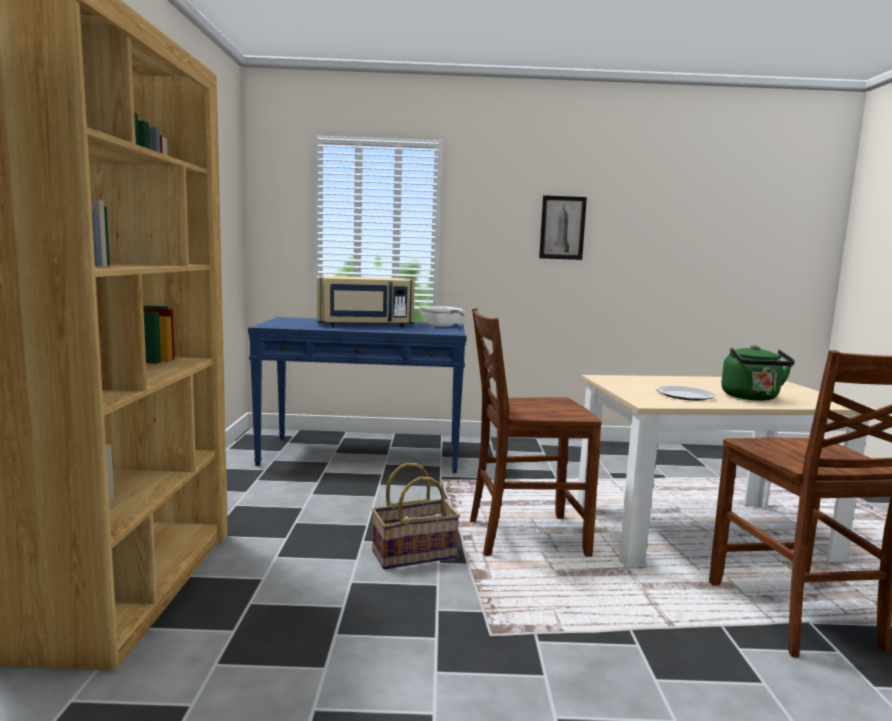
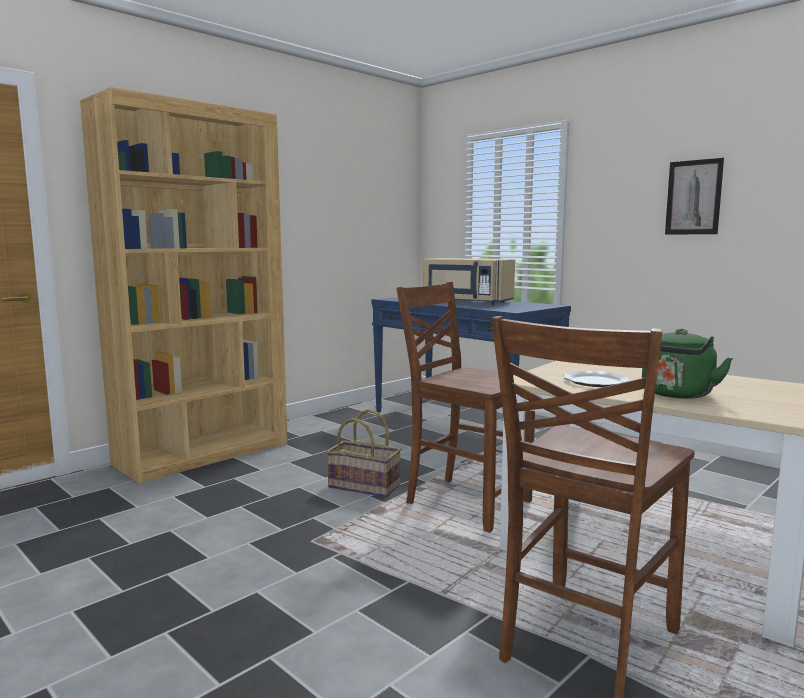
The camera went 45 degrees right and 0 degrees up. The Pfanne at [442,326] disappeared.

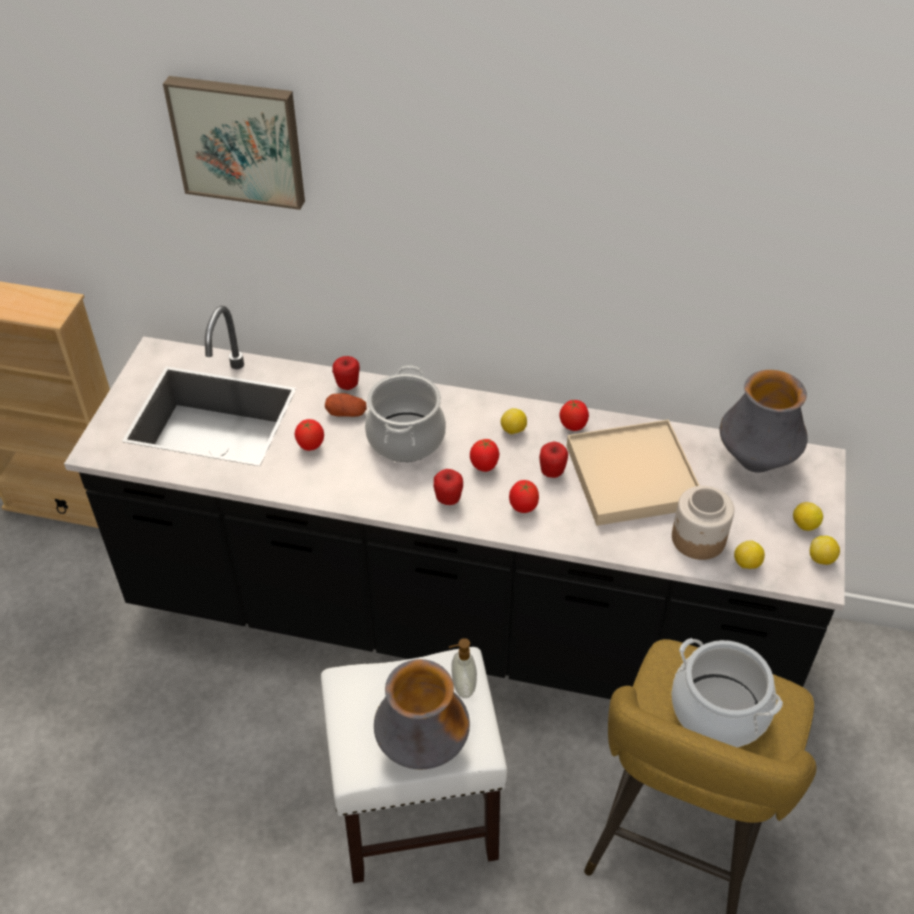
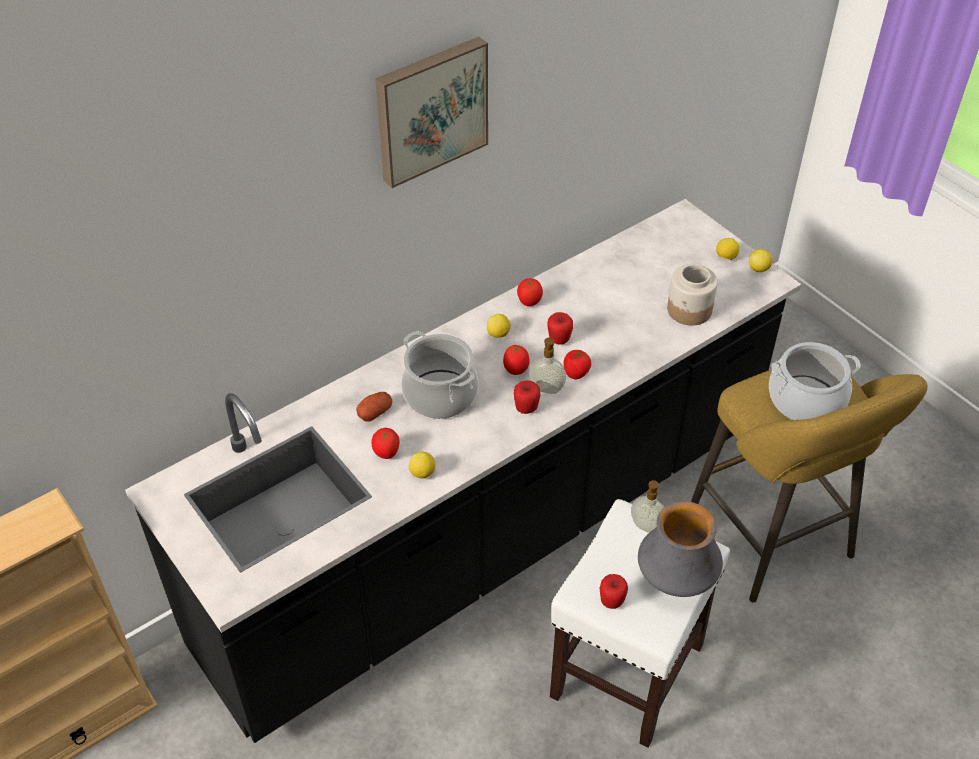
The camera went 50 degrees left and 0 degrees up. The Bild moved from [239,140] to [430,109]. The Apfel moved from [347,385] to [611,601]. The Vase at [755,461] disappeared. The Tablett/beige at [632,477] disappeared. The Zitrone moved from [746,564] to [423,473]. The Seifenspender at [546,389] appeared.

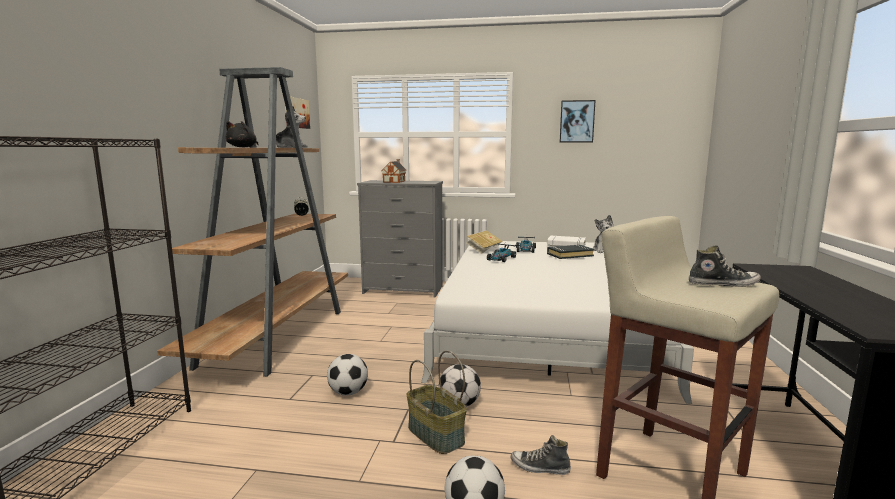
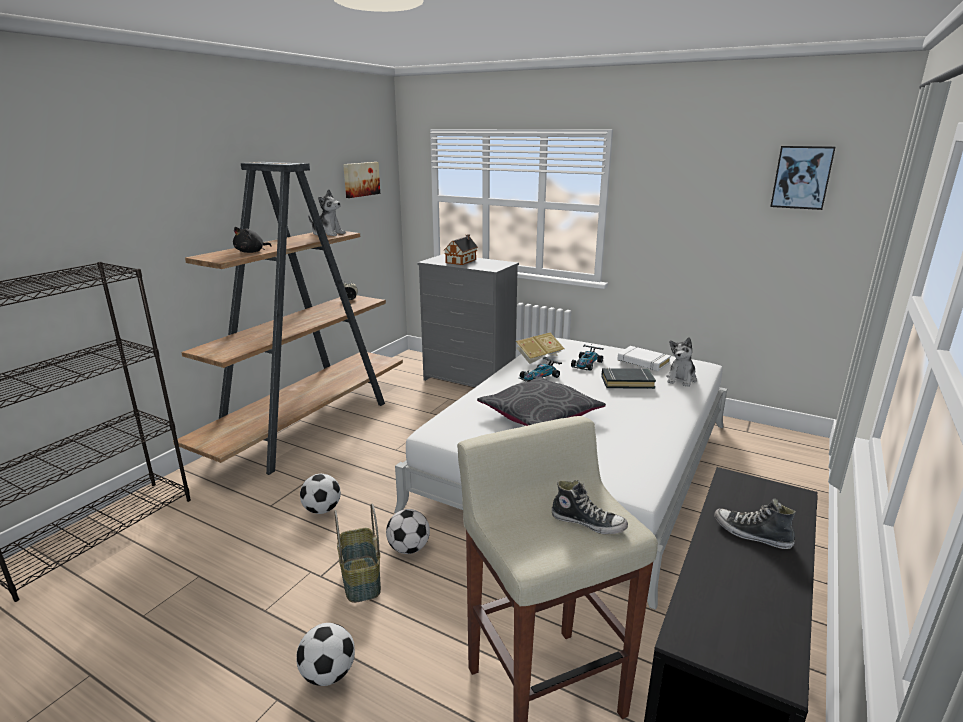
The camera went 20 degrees right and 10 degrees up. The Bild moved from [577,121] to [801,177]. The Schuh moved from [539,467] to [751,534]. The Kissen/grau at [540,415] appeared.

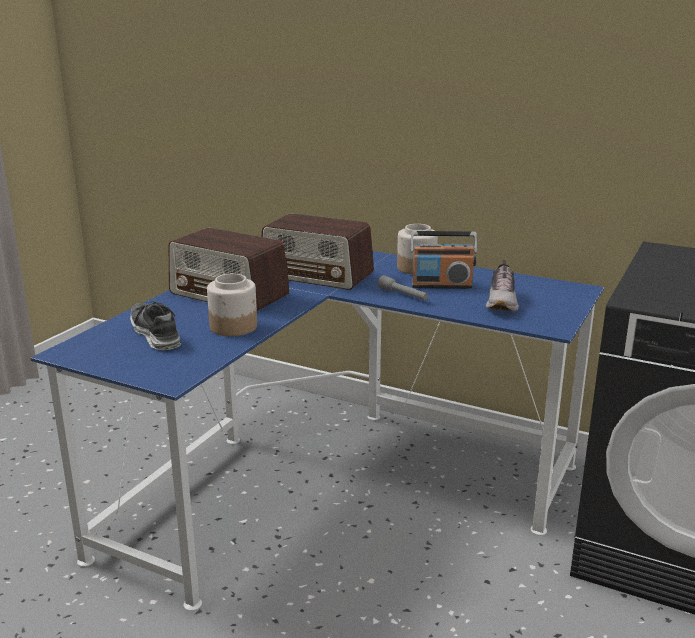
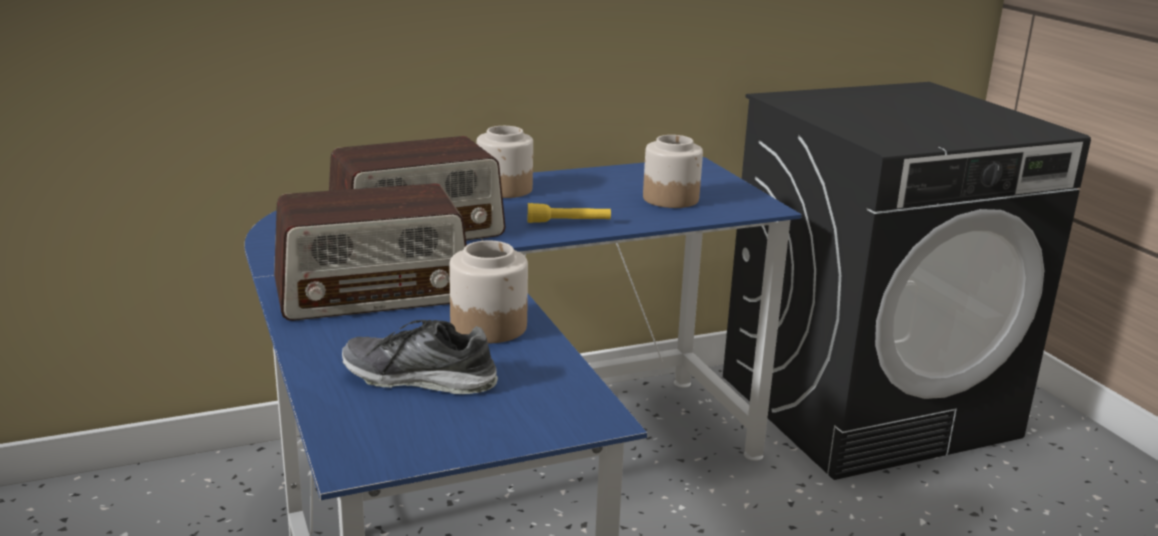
The camera went 50 degrees left and 0 degrees up. The Radio at [441,285] disappeared. The Schuh at [502,302] was replaced by the Vorratsglas at [670,198]. The Taschenlampe/grau at [403,295] became the Taschenlampe/gelb at [568,222].

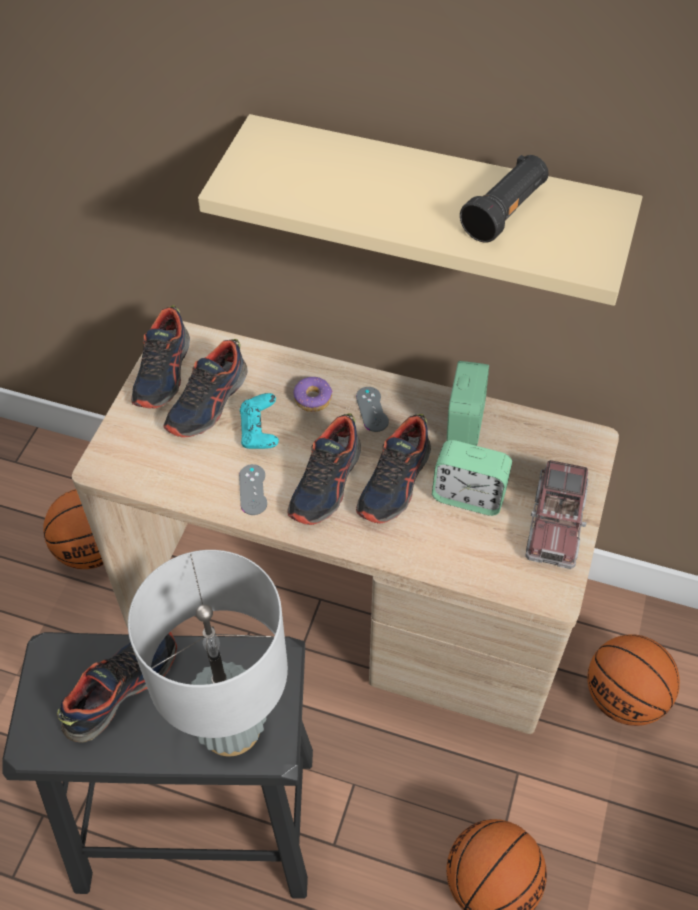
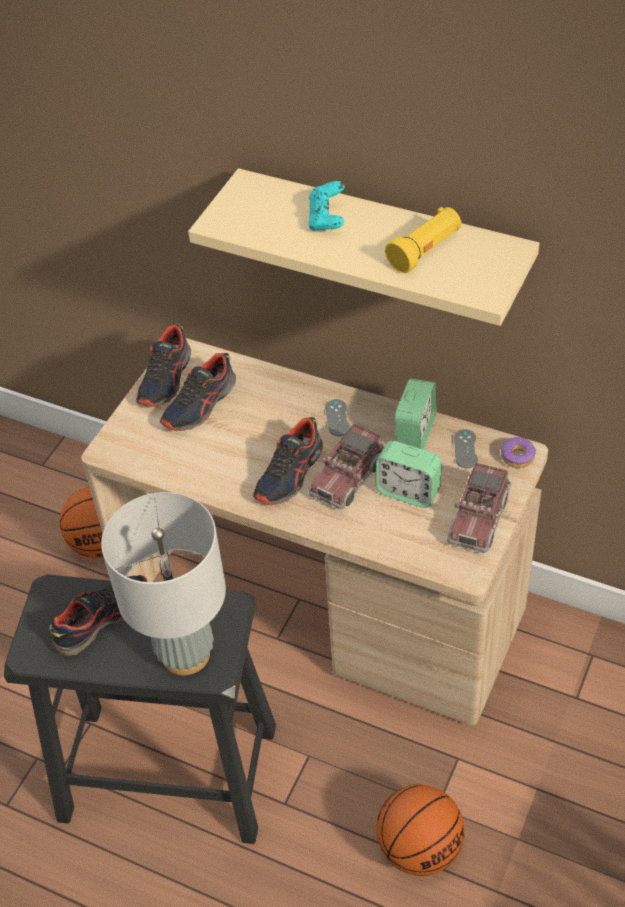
The camera went 10 degrees right and 5 degrees down. The Taschenlampe/schwarz at [504,212] became the Taschenlampe/gelb at [425,251]. The Donut moved from [313,399] to [518,457]. The Gamepad/türkis moved from [260,432] to [327,219]. The Schuh at [395,482] was replaced by the Spielzeuglaster at [348,477]. The Gamepad/grau moved from [253,490] to [465,449]. The Basketball at [624,697] disappeared.

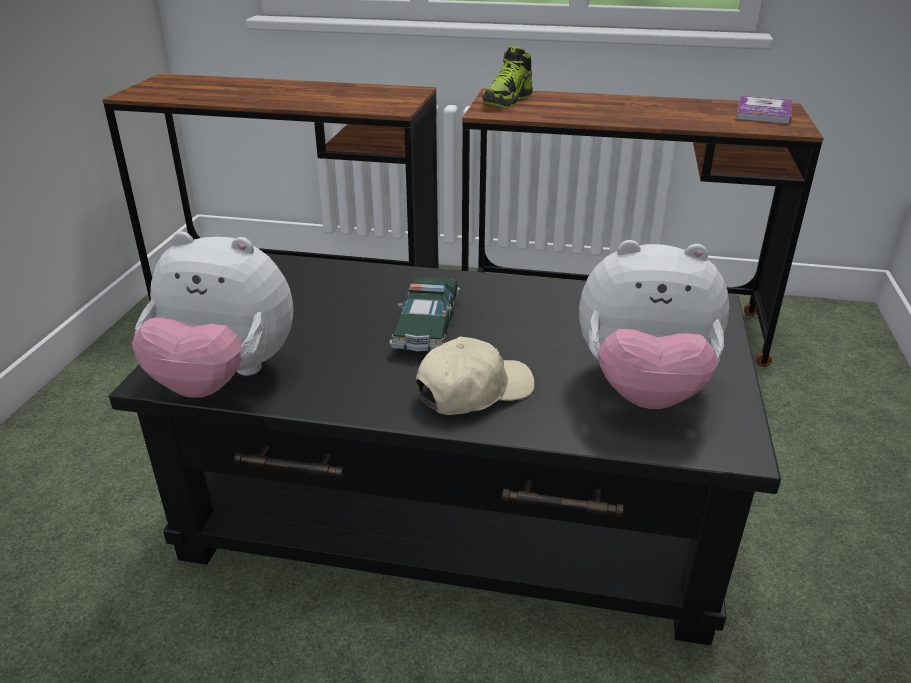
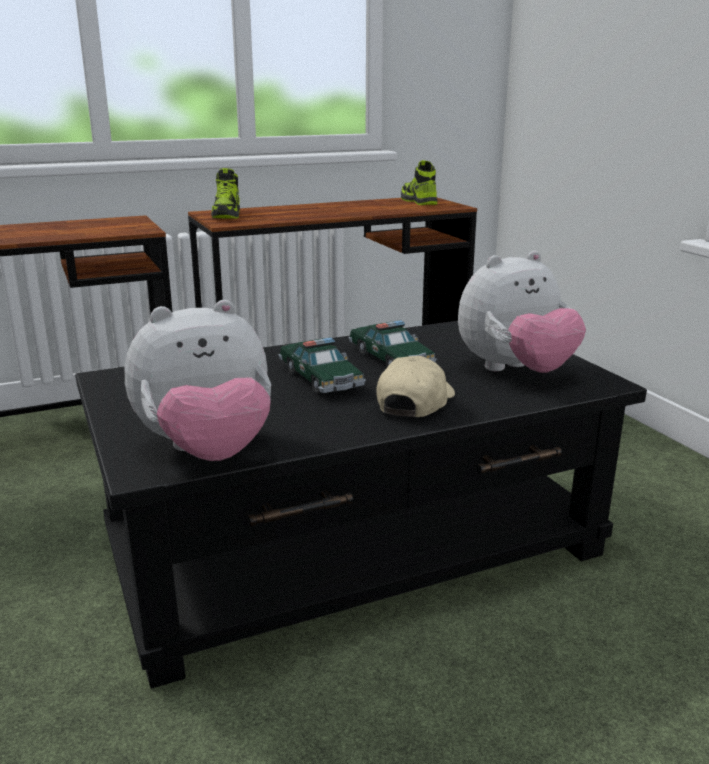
The camera went 35 degrees left and 10 degrees down. The Buch at [763,112] was replaced by the Schuh at [418,201]. The Spielzeugauto at [390,359] appeared.

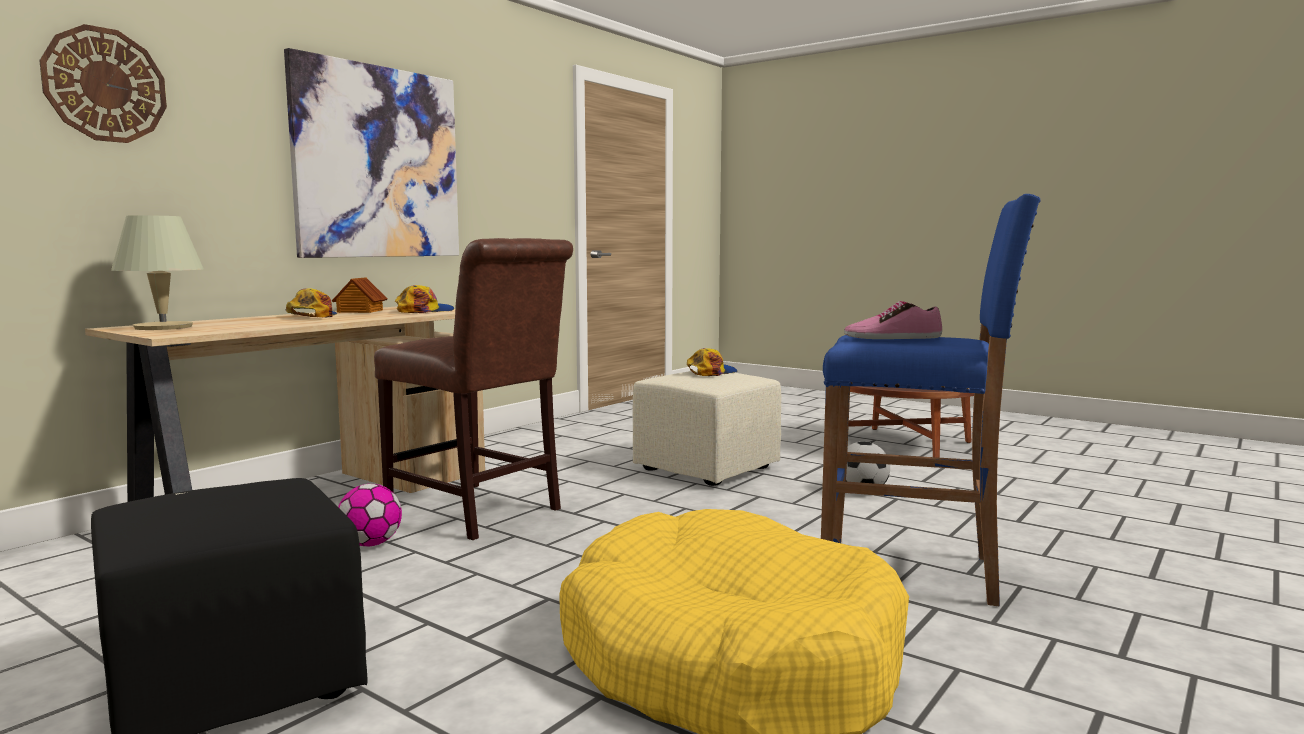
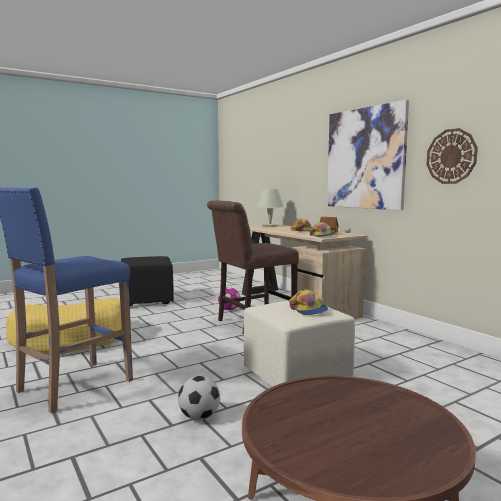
The camera went 110 degrees right and 0 degrees up. The Wanduhr moved from [105,85] to [451,156]. The Schuh at [892,337] disappeared.

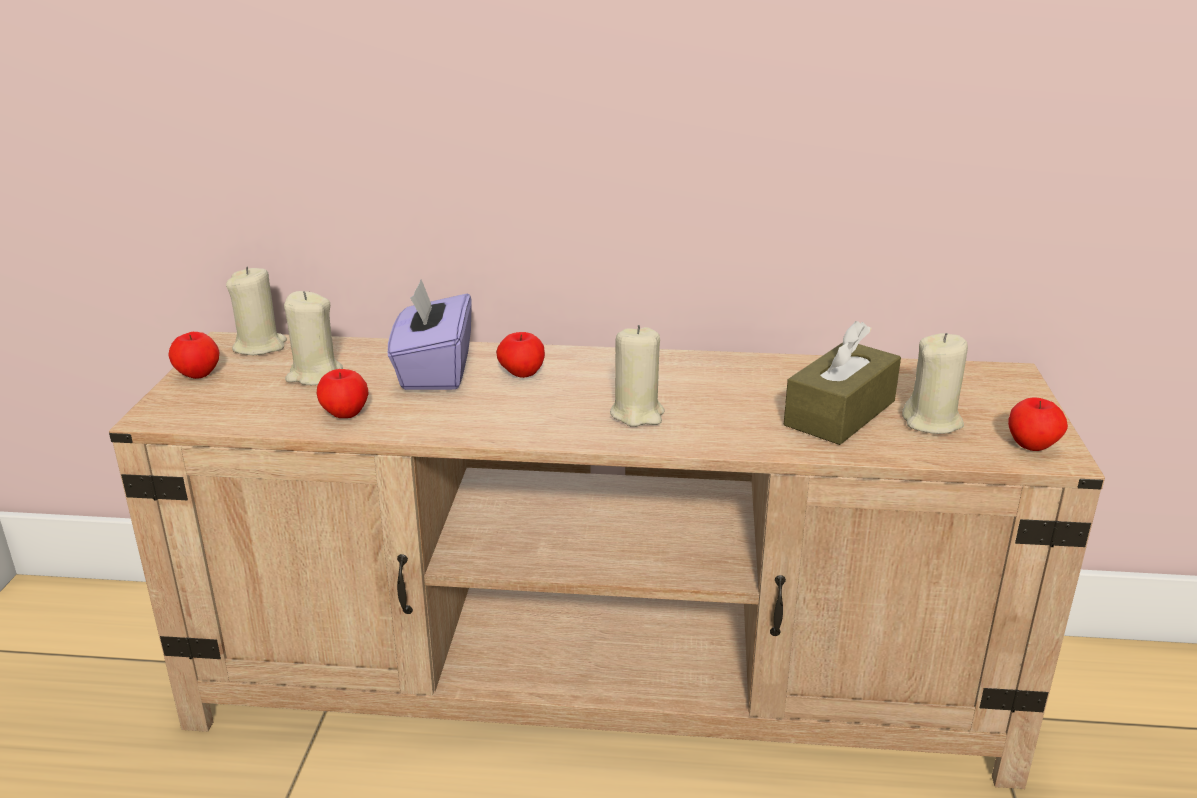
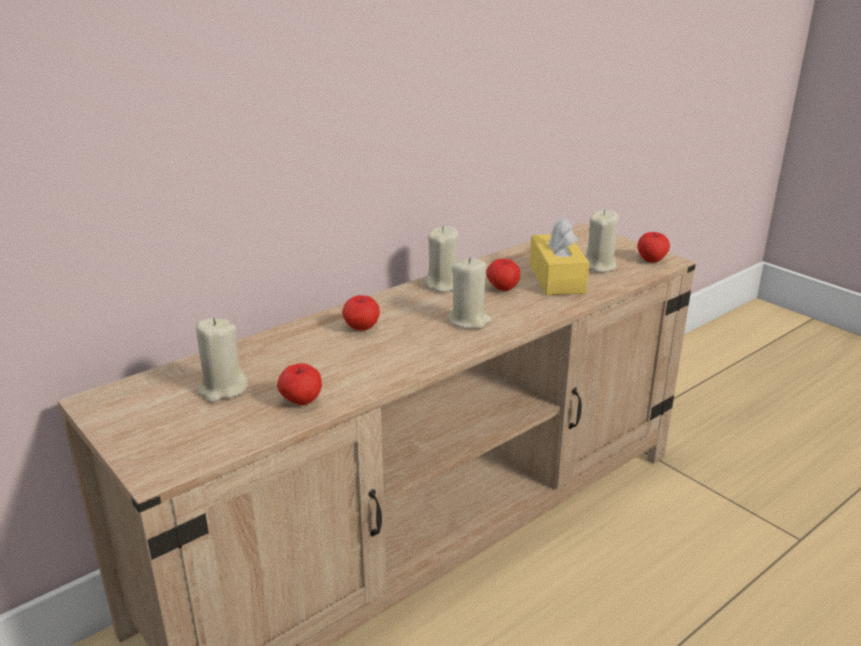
The camera went 45 degrees left and 0 degrees up. The Kerze/beige moved from [260,346] to [442,285]. The Taschentuchbox/lila at [434,371] disappeared. The Taschentuchbox/braun at [840,413] became the Taschentuchbox/gelb at [556,278]. The Apfel moved from [198,374] to [502,288].

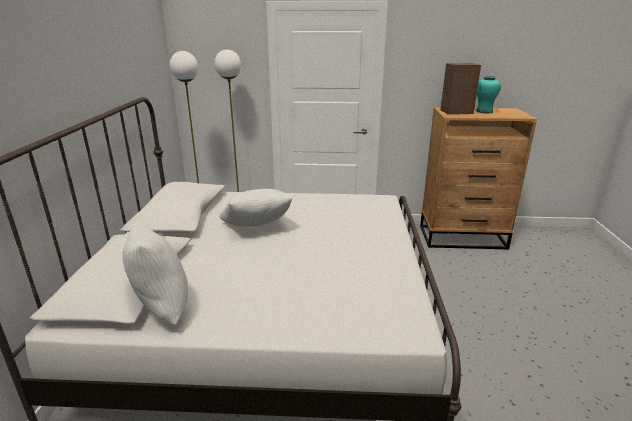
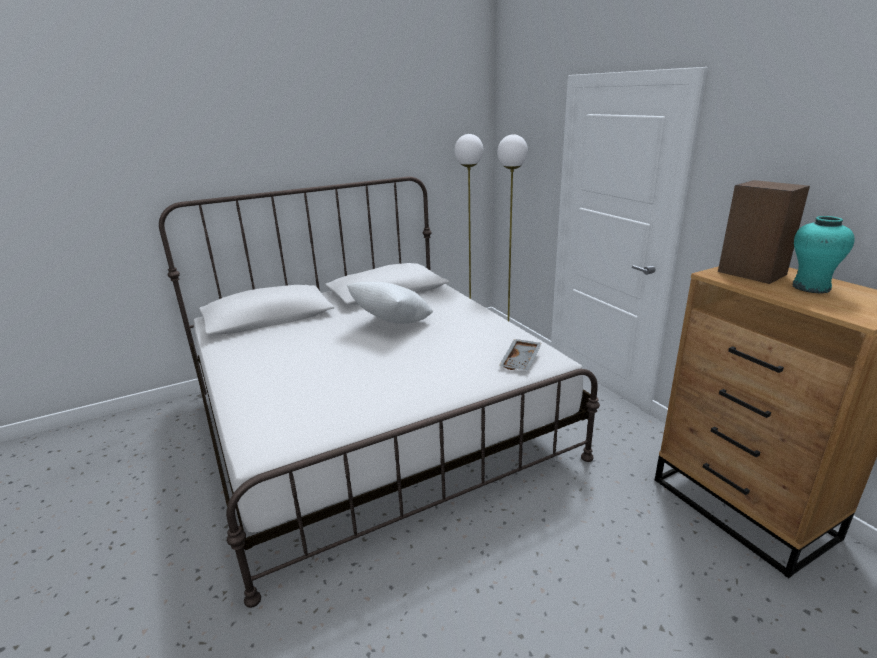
The camera went 60 degrees right and 0 degrees up. The Kissen/weiß at [161,309] disappeared. The Tablett/grau at [521,361] appeared.

